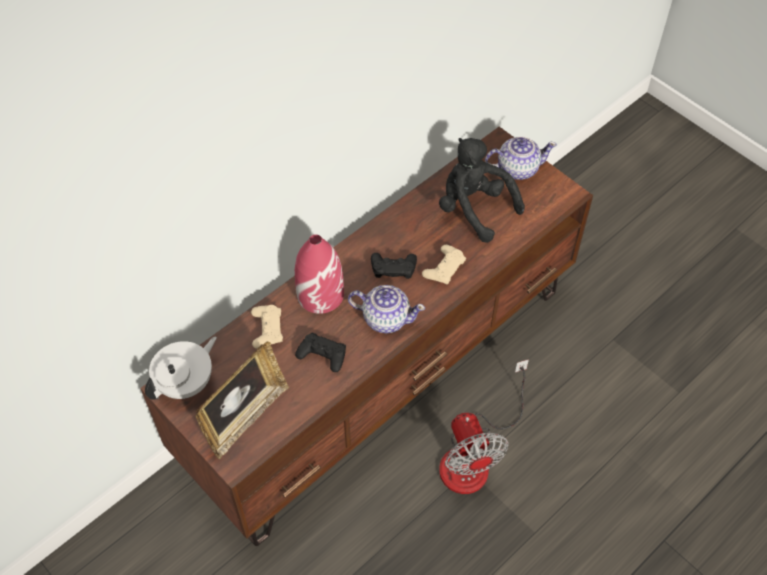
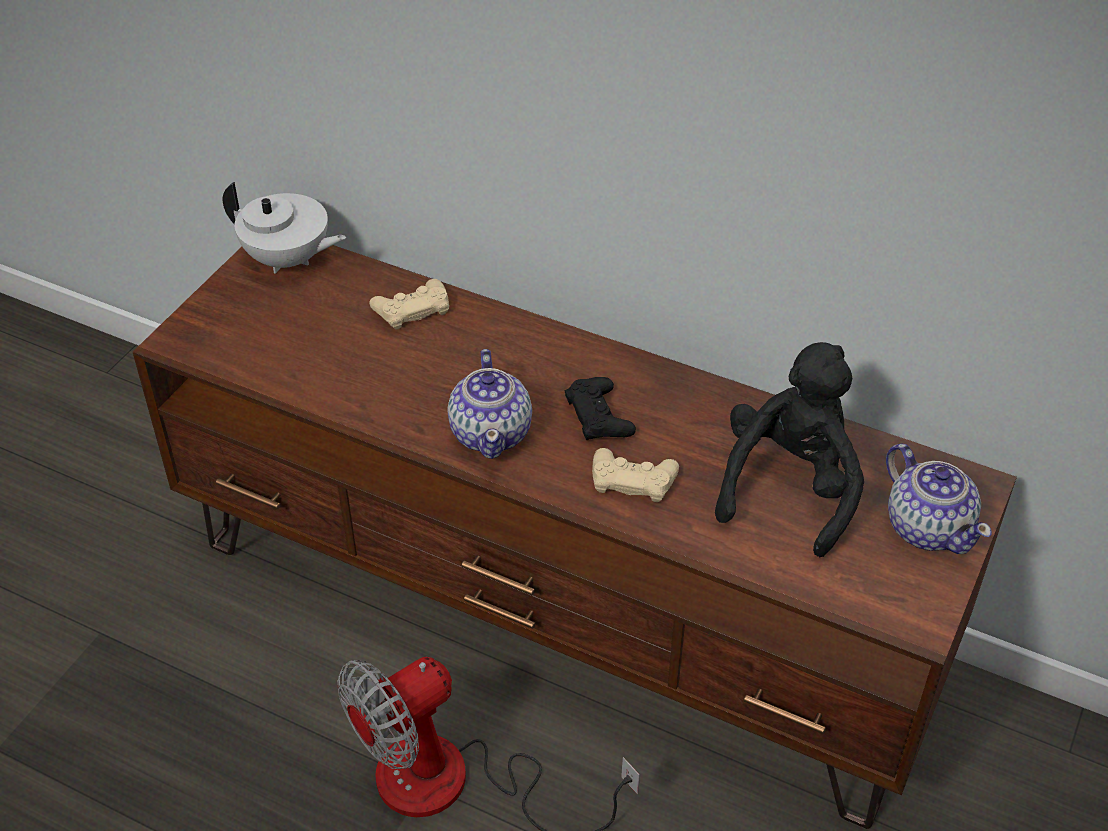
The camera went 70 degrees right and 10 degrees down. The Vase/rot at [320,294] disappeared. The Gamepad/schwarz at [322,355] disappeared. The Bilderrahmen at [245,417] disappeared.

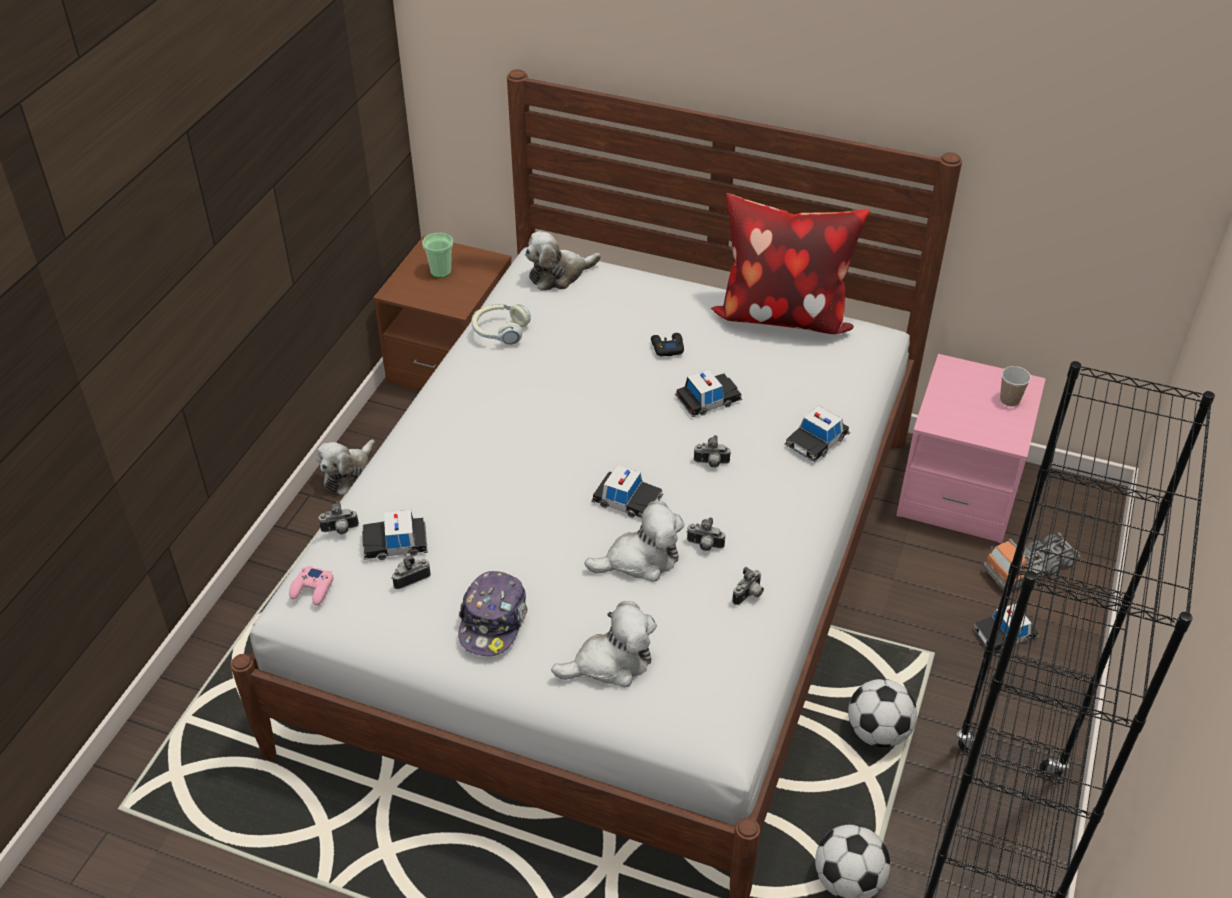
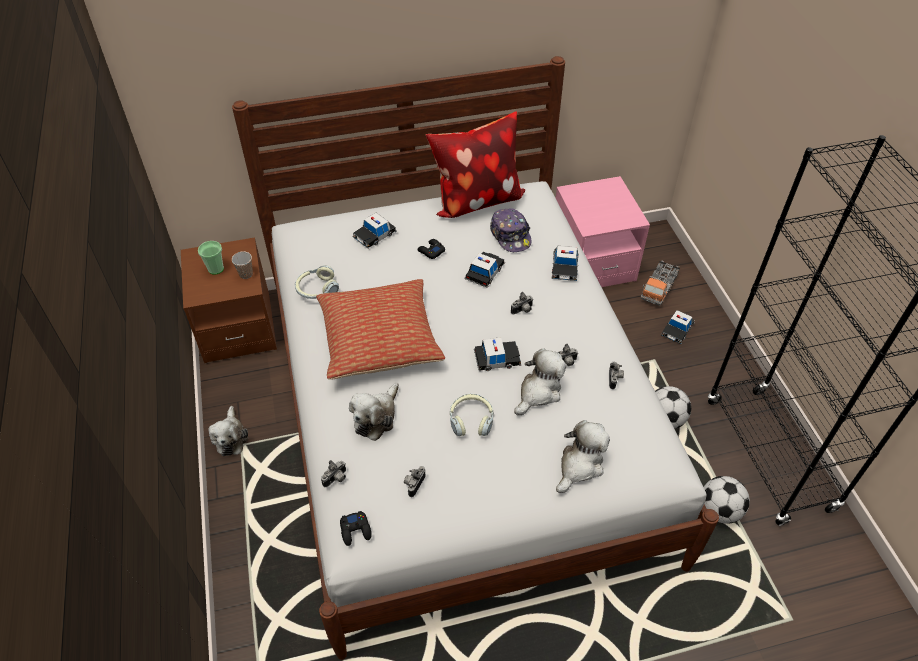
The camera went 35 degrees left and 5 degrees up. The Plüschtier moved from [559,275] to [376,417]. The Tasse moved from [1009,400] to [246,274]. The Spielzeugauto moved from [395,543] to [374,235]. The Gamepad/rosa at [312,589] became the Gamepad/schwarz at [356,530]. The Kappe moved from [493,621] to [510,235]. The Kissen at [379,339] appeared. The Kopfhörer at [471,420] appeared.

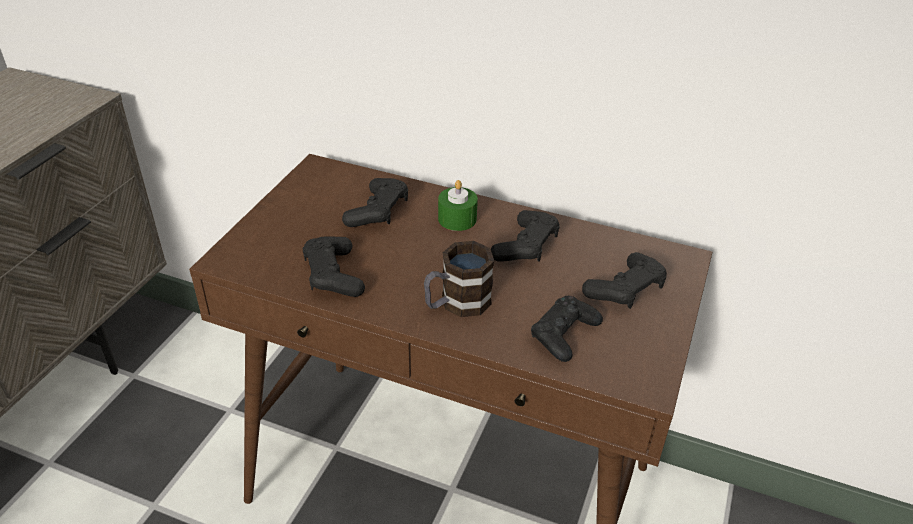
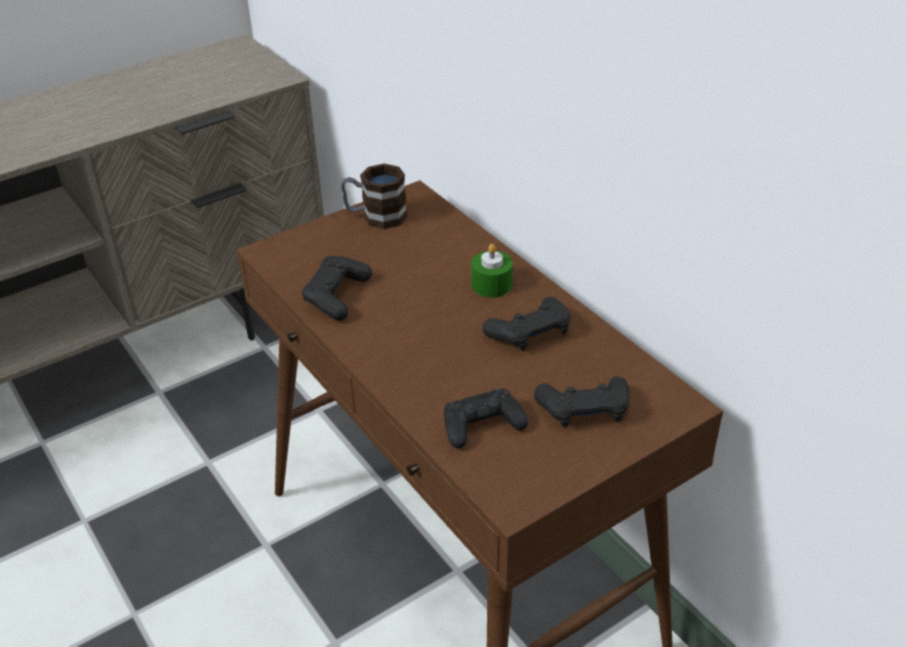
The camera went 35 degrees right and 0 degrees up. The Gamepad/schwarz at [378,212] disappeared. The Henkelbecher moved from [456,304] to [375,216].

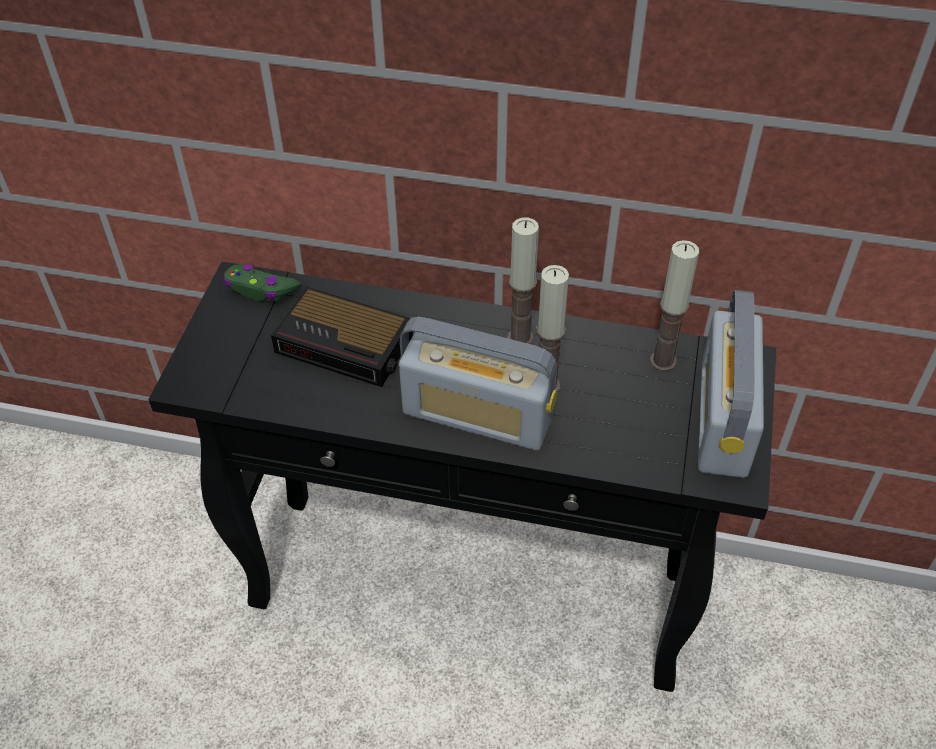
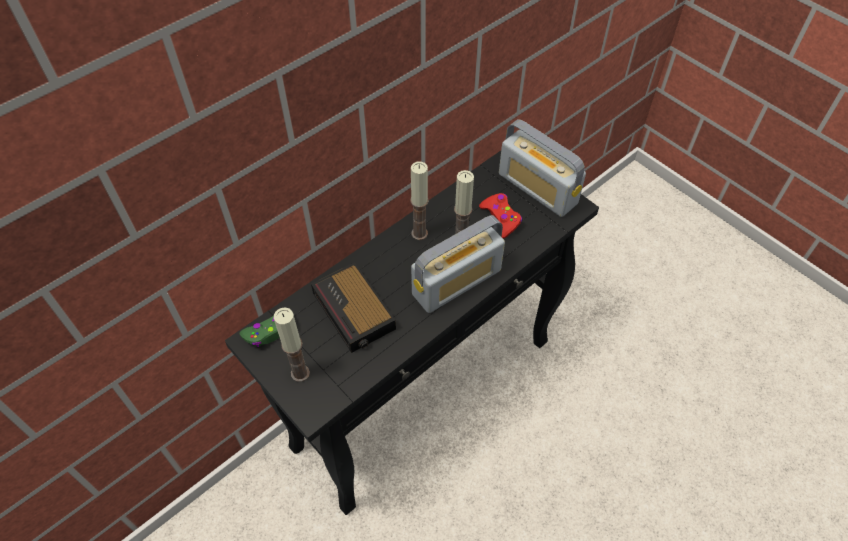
The camera went 55 degrees left and 5 degrees up. The Kerze moved from [663,361] to [300,373]. The Wecker at [347,345] turned 90 degrees clockwise. The Gamepad/rot at [501,218] appeared.

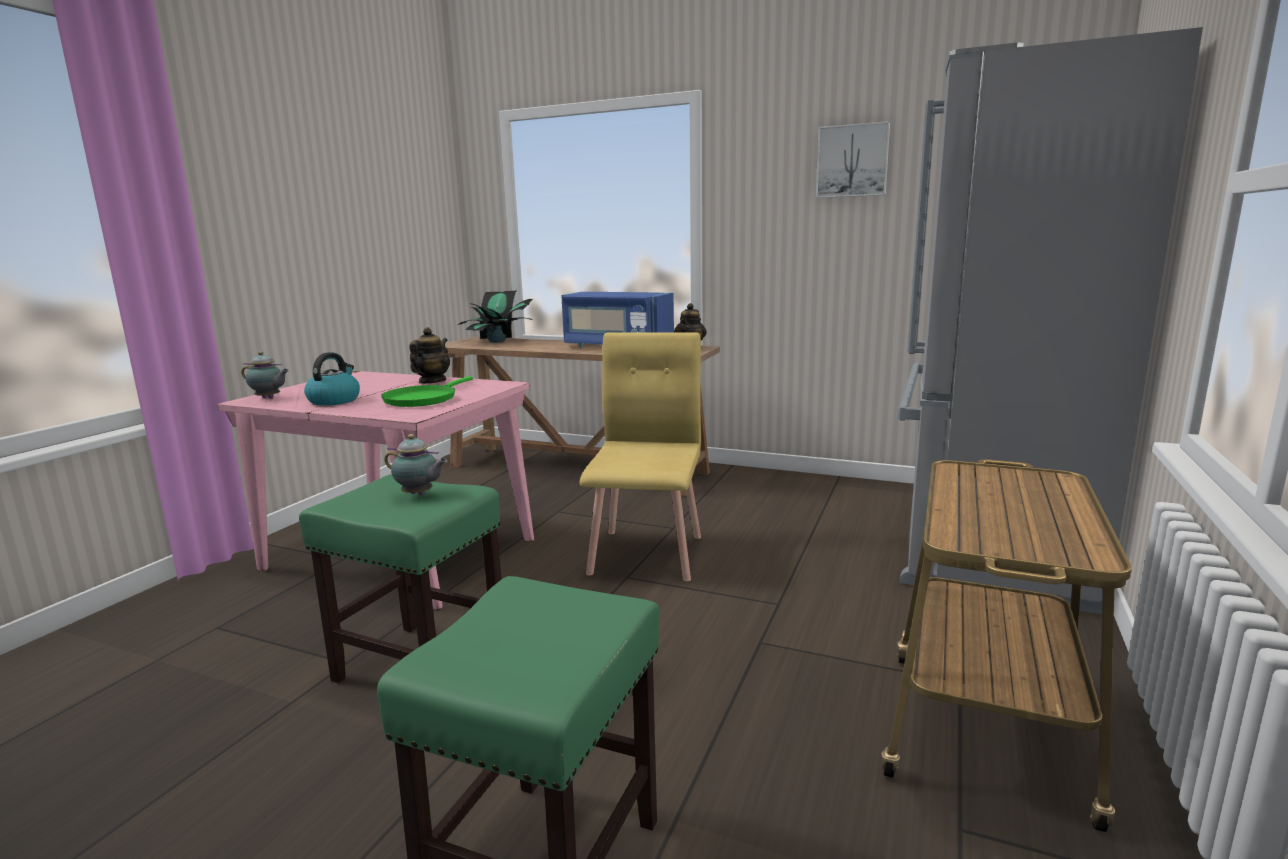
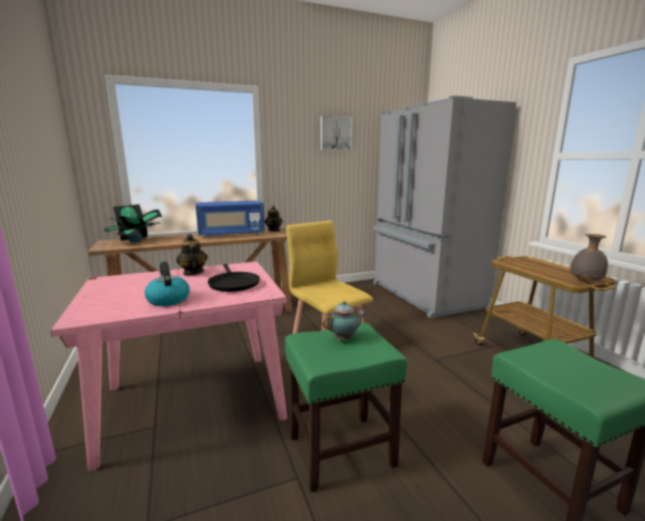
The camera went 45 degrees left and 0 degrees up. The Teekanne at [269,398] disappeared. The Pfanne/grün at [423,399] became the Pfanne/schwarz at [233,283]. The Vase/grau at [585,281] appeared.

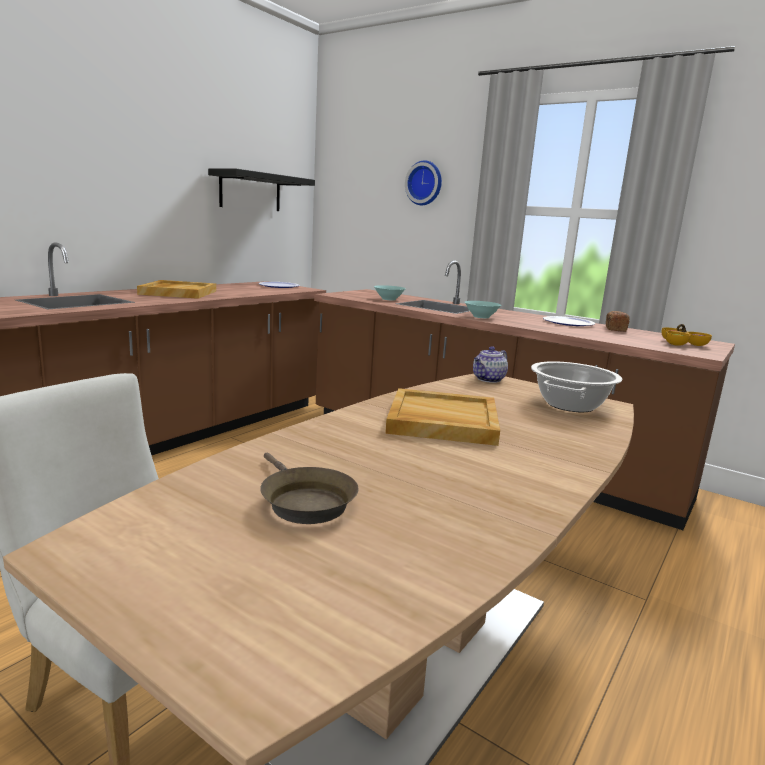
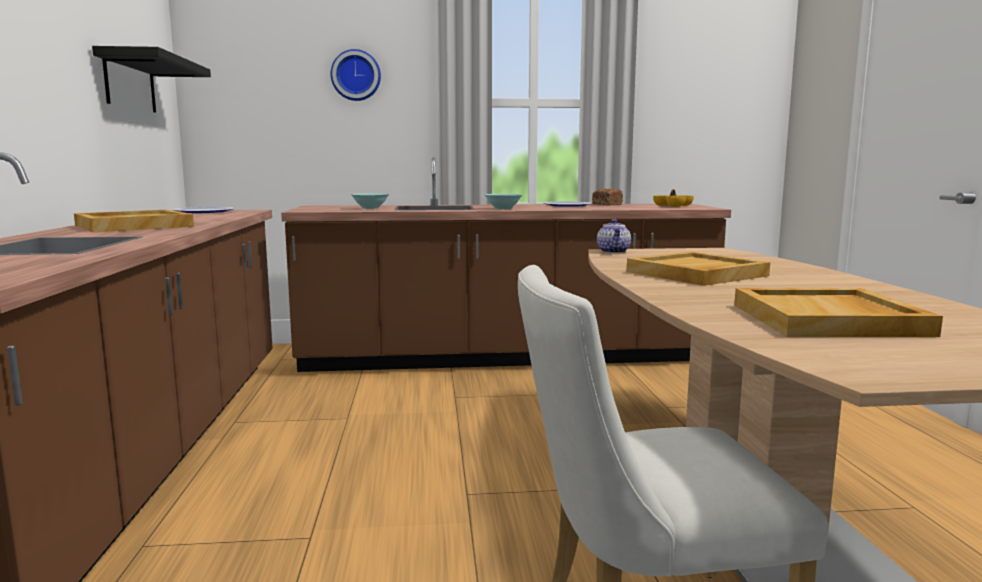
The camera went 40 degrees left and 5 degrees down. The Kochtopf at [570,405] disappeared. The Pfanne/braun at [304,502] was replaced by the Tablett/beige at [829,319].

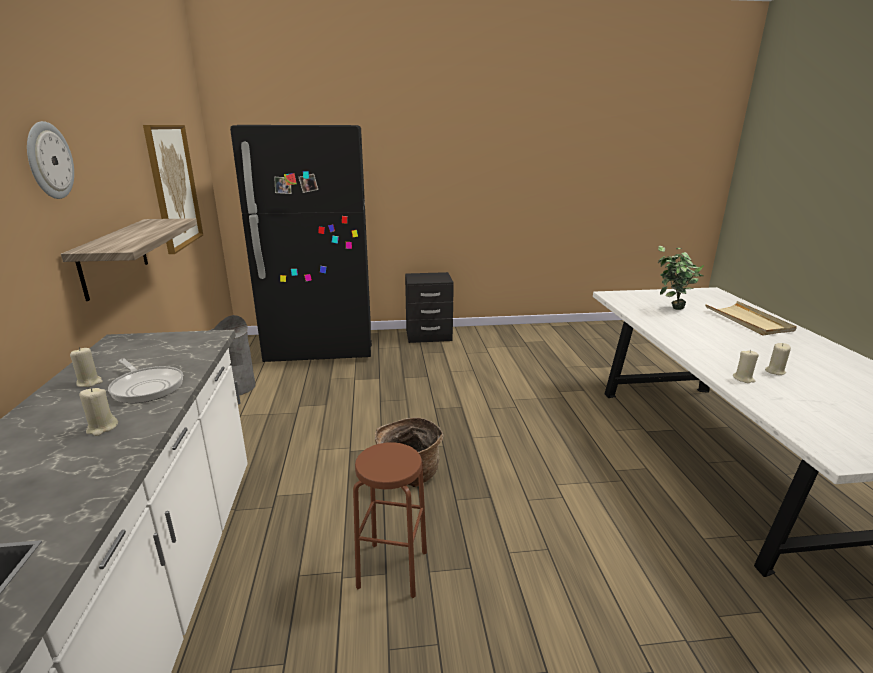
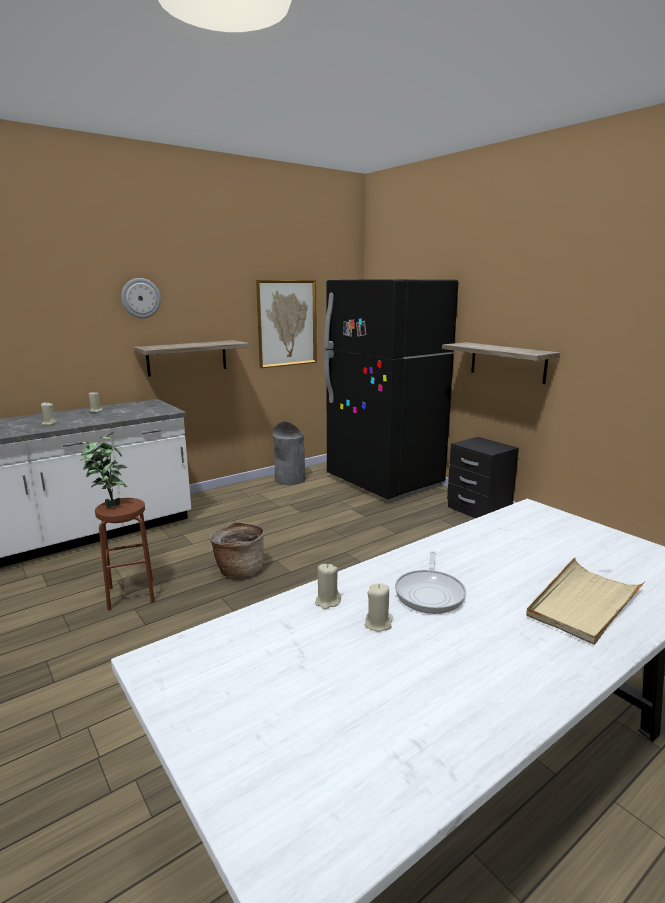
The camera went 60 degrees right and 5 degrees down. The Topfpflanze moved from [671,309] to [108,504]. The Pfanne moved from [146,387] to [430,593]. The Wandregal at [507,362] appeared.

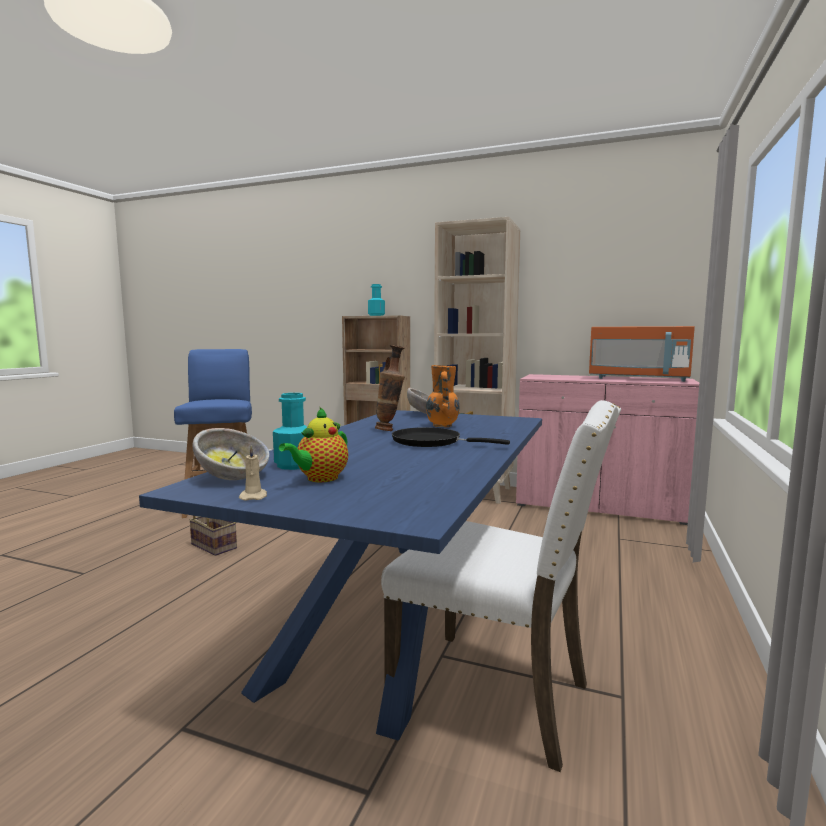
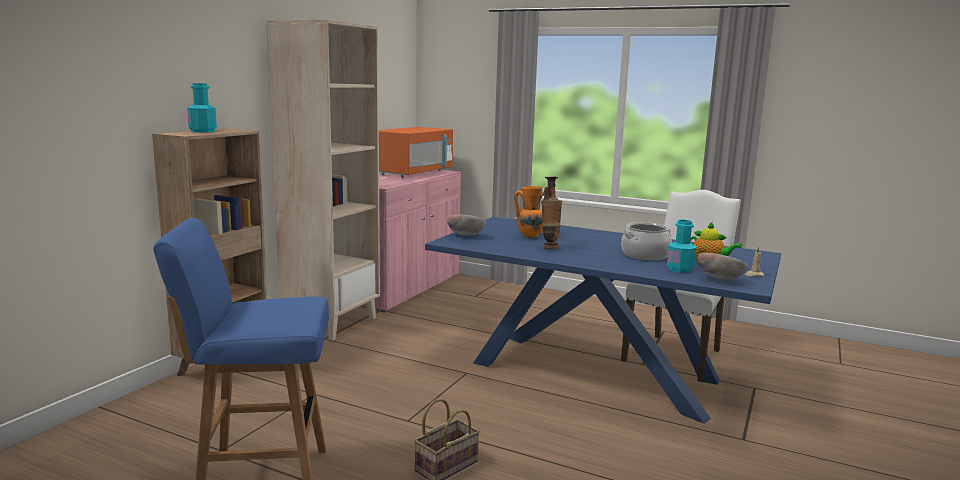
The camera went 85 degrees left and 5 degrees up. The Pfanne/schwarz at [431,442] disappeared. The Kochtopf at [645,255] appeared.

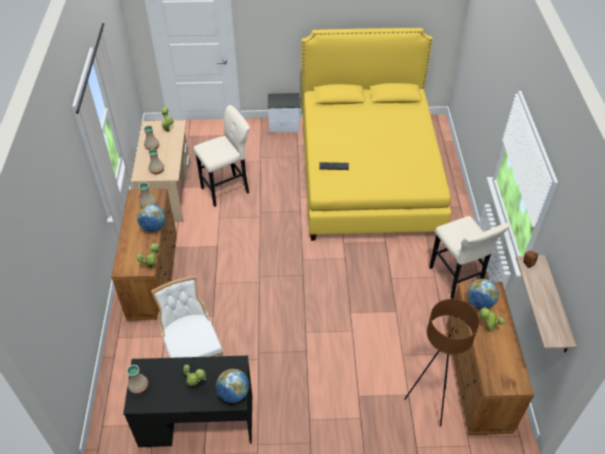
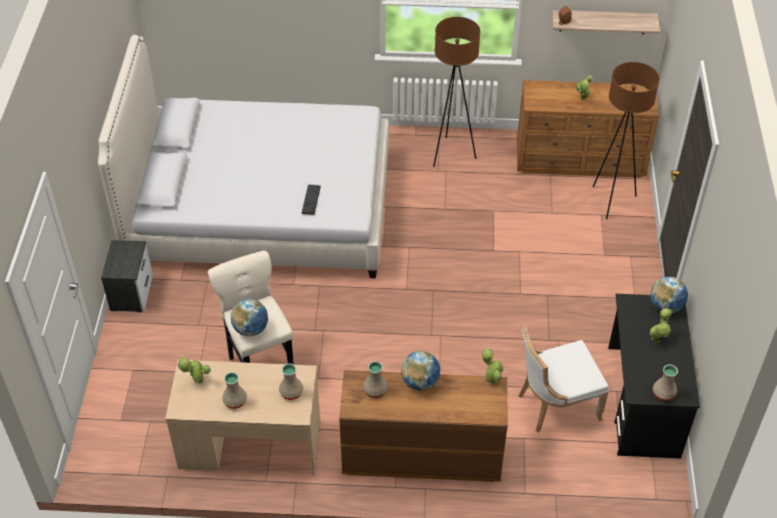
The camera went 85 degrees left and 0 degrees up. The Bett/gelb at [367,173] became the Bett/weiß at [260,209]. The Hocker/beige at [456,279] was replaced by the Stehlampe/braun at [451,154]. The Globus moved from [480,303] to [251,329].

